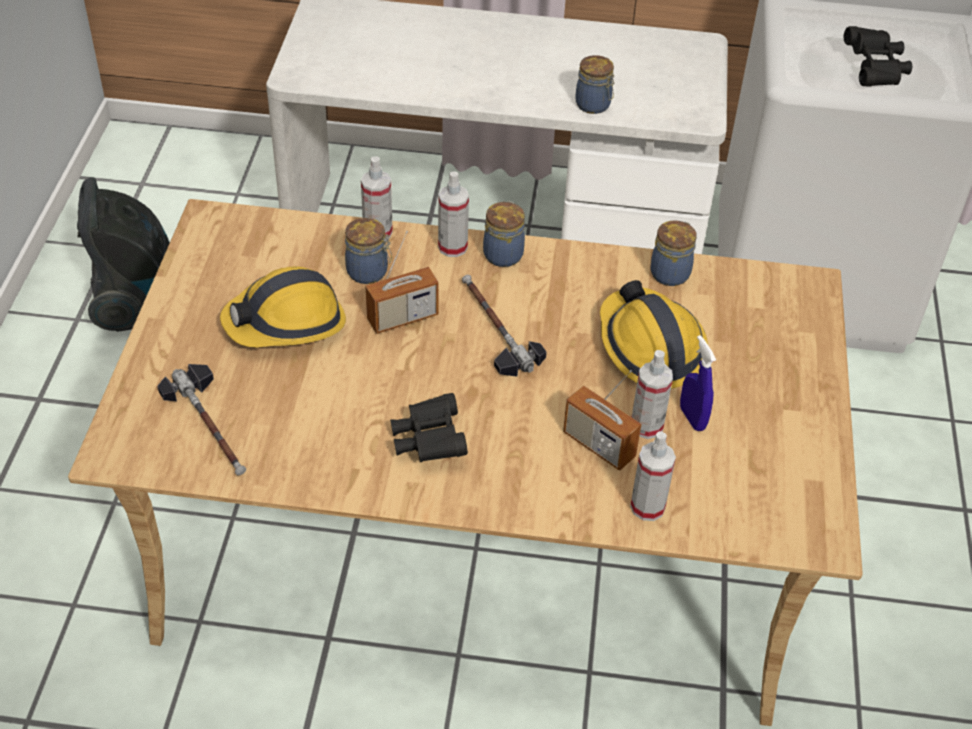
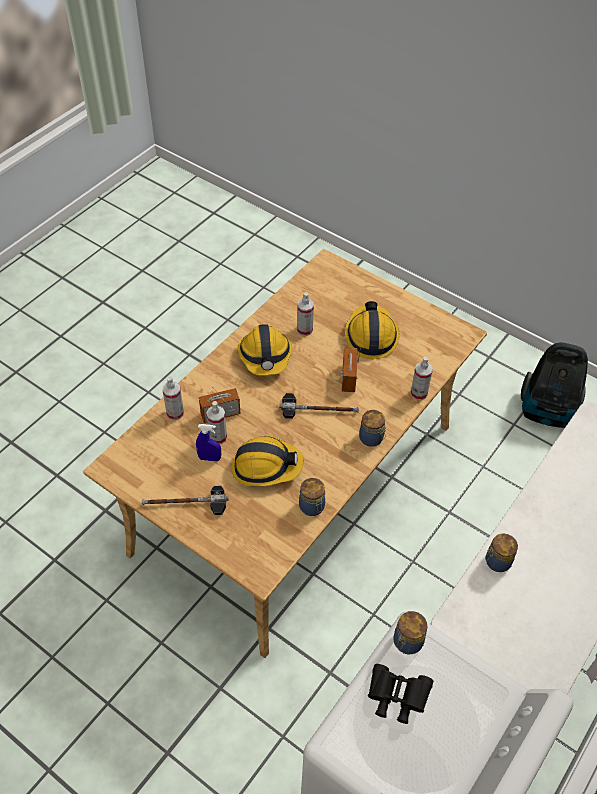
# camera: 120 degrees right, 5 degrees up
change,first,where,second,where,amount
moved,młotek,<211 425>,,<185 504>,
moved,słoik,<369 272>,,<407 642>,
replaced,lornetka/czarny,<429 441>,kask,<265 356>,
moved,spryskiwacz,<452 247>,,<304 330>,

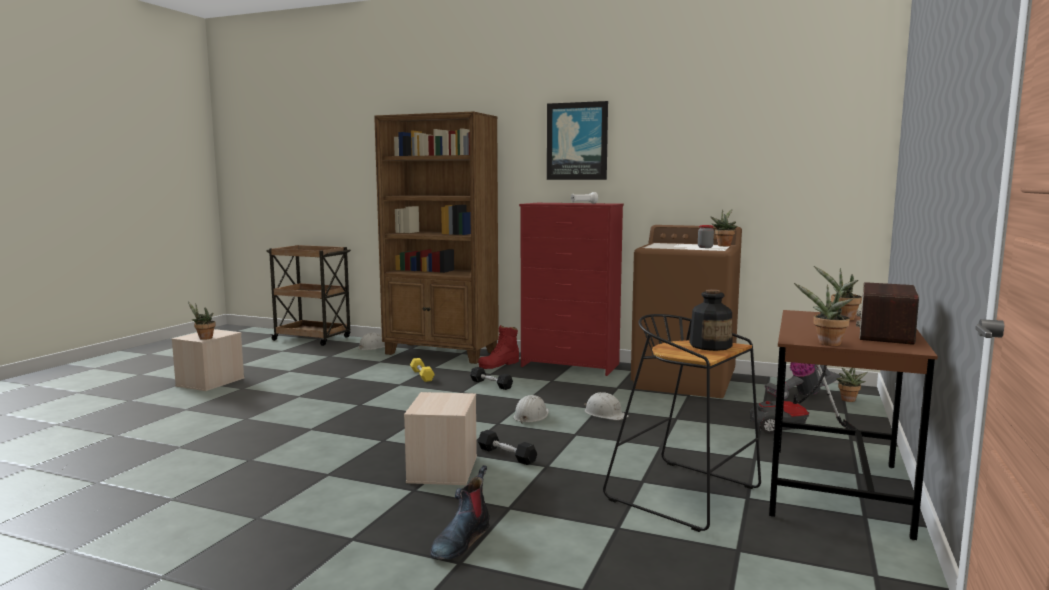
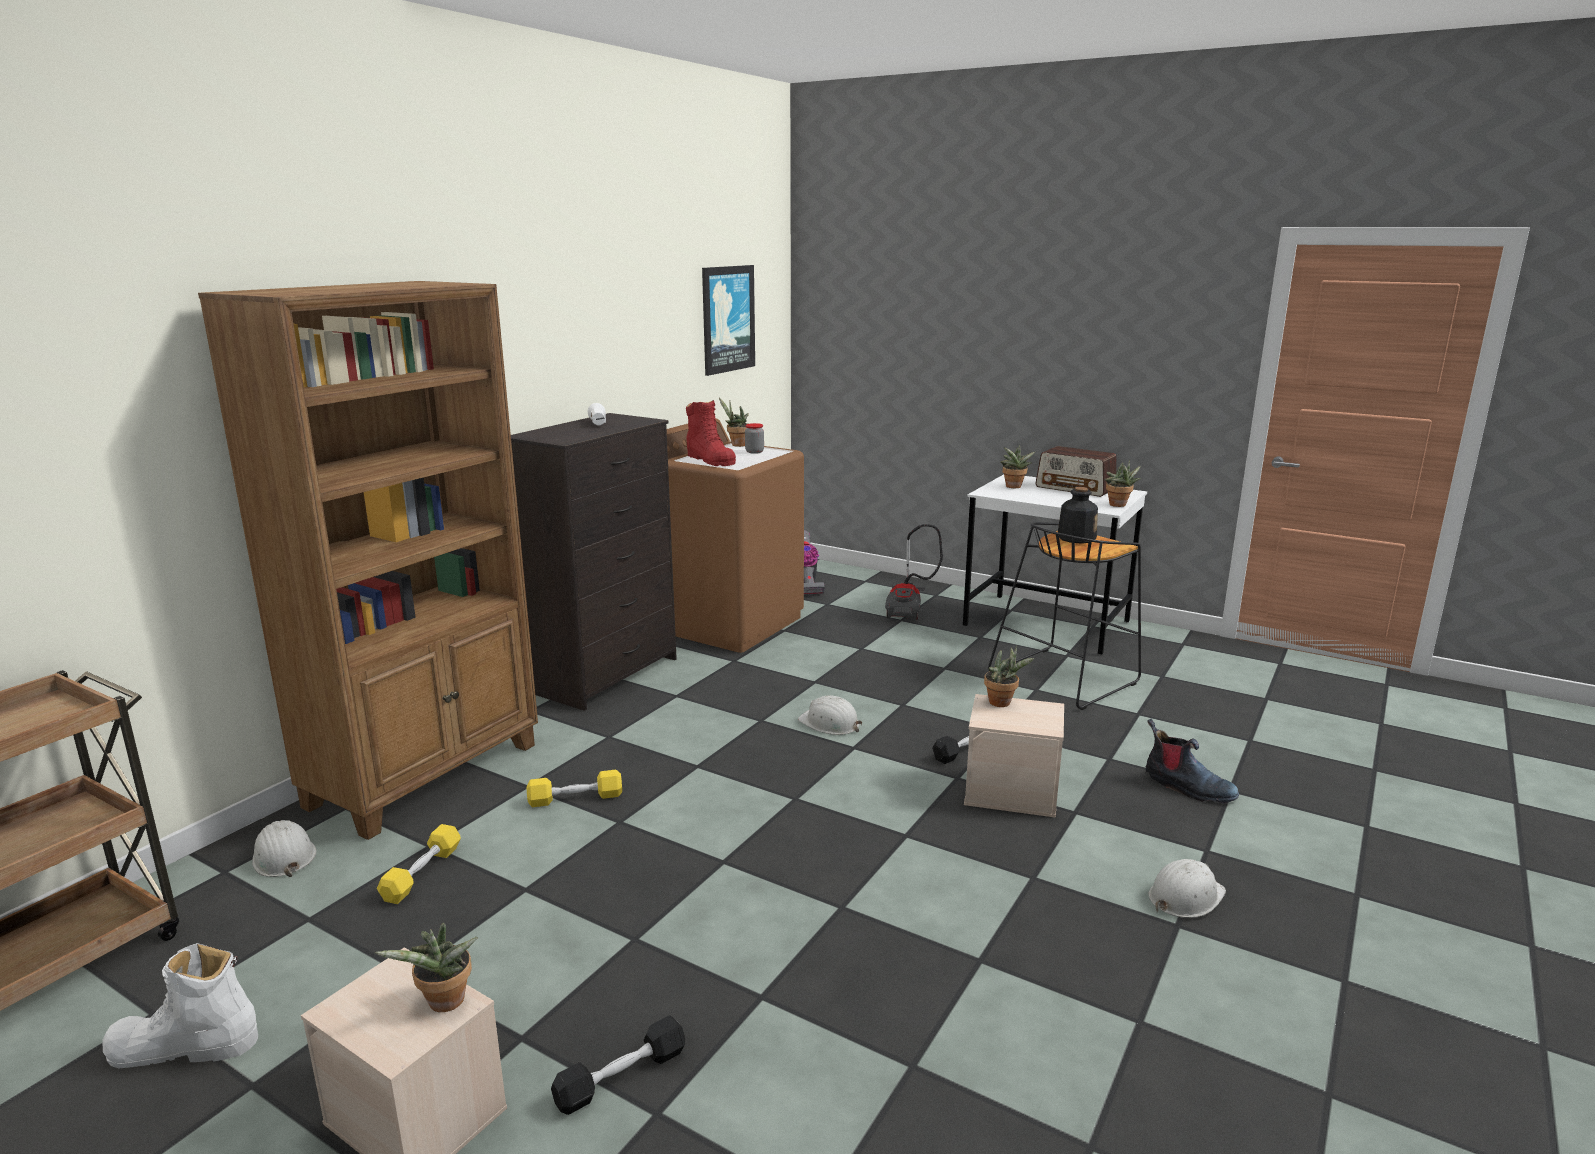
# camera: 80 degrees left, 10 degrees up
change,first,where,second,where,amount
moved,hantel/czarny,<491 384>,,<621 1077>,
moved,but z cholewką/czerwony,<499 364>,,<710 460>,
recoloured,komoda/czerwony,<570 365>,komoda/czarny,<607 675>,
moved,obraz,<577 141>,,<727 319>,
moved,kask/biały,<605 414>,,<1185 897>,
recoloured,biurko/brązowy,<837 490>,biurko/biały,<1047 623>,
moved,roślina doniczkowa,<848 400>,,<1003 703>,
added,,,but z cholewką/biały,<183 1047>,
added,,,hantel/żółty,<422 873>,

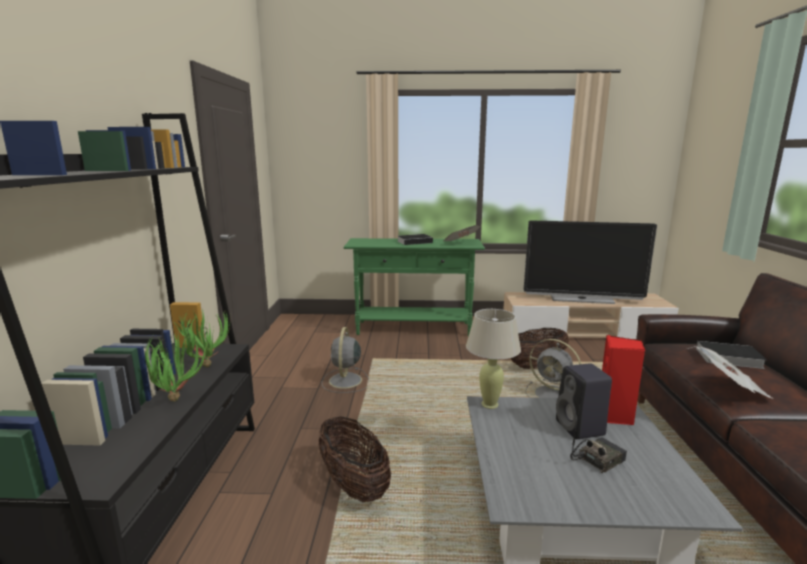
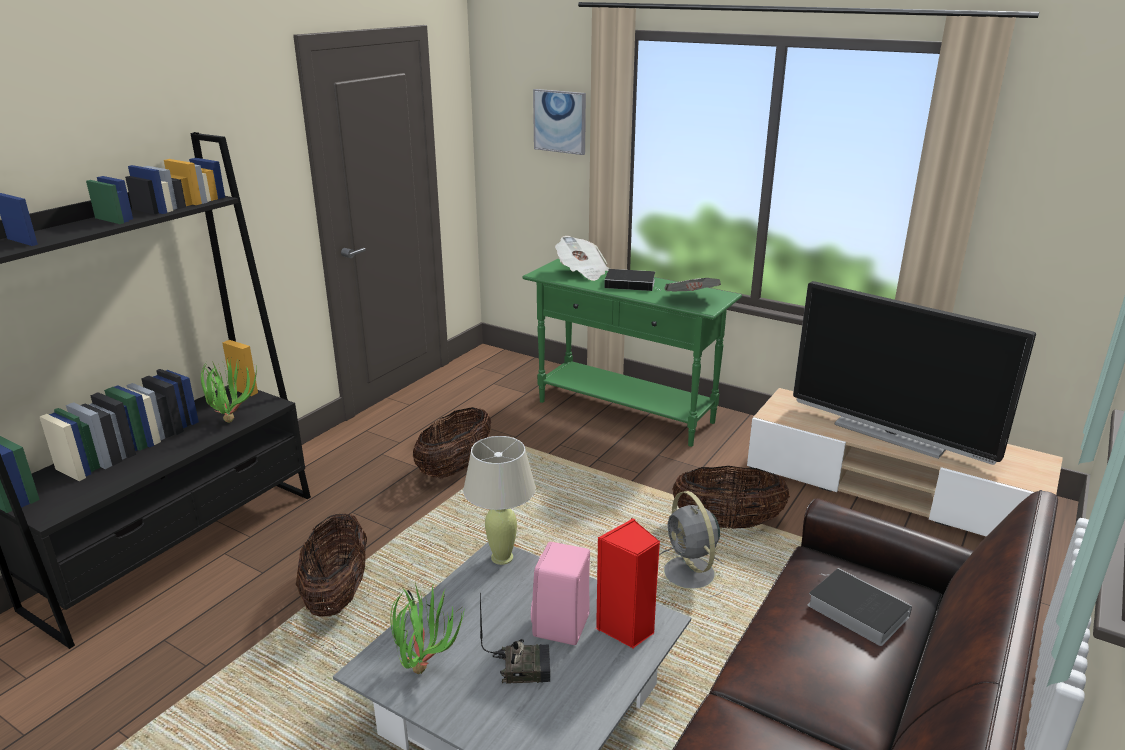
# camera: 30 degrees right, 10 degrees up
change,first,where,second,where,amount
moved,roślina doniczkowa,<178 396>,,<426 664>,
replaced,wentylator/szary,<345 381>,koszyk,<455 467>,
recoloured,głośnik/czarny,<581 428>,głośnik/różowy,<561 627>,
moved,gazeta,<729 387>,,<582 272>,
added,,,obraz,<560 121>,

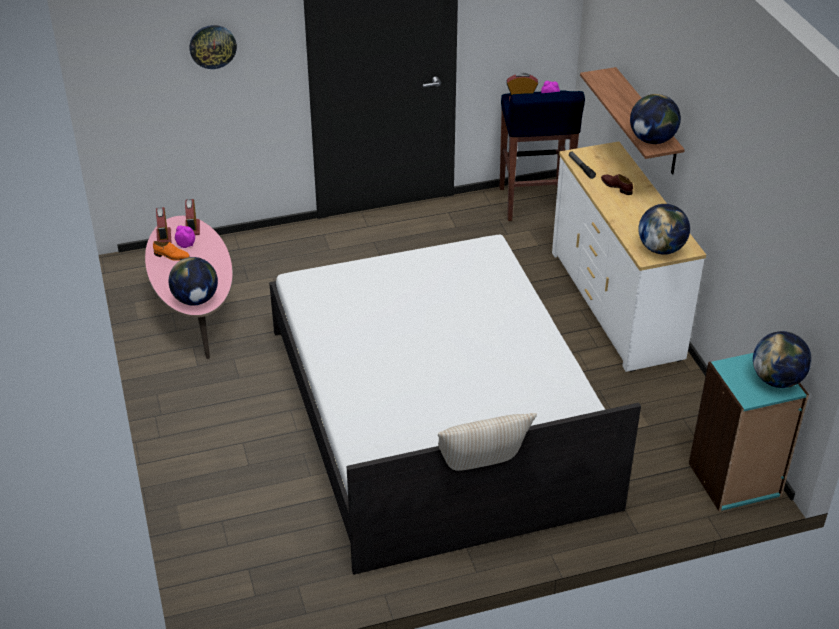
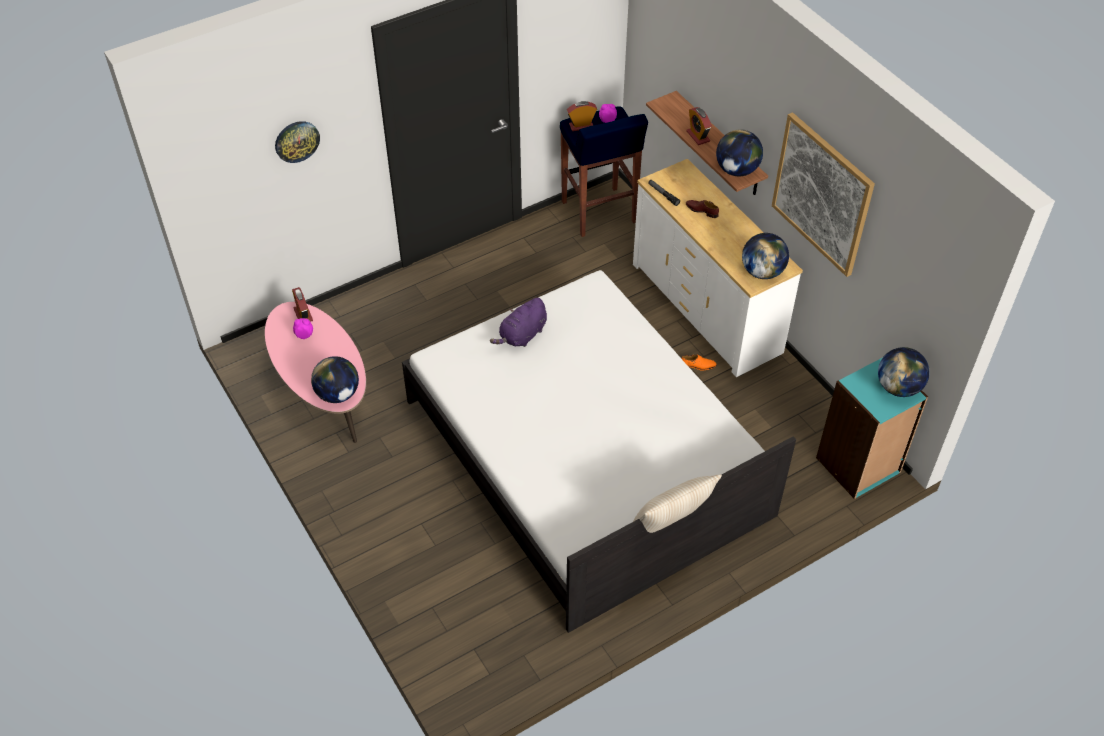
# camera: 15 degrees left, 10 degrees up
change,first,where,second,where,amount
moved,but/pomarańczowy,<171 256>,,<698 366>,
moved,budzik,<164 237>,,<698 136>,
added,,,pluszak/fioletowy,<522 335>,
added,,,obraz,<822 194>,

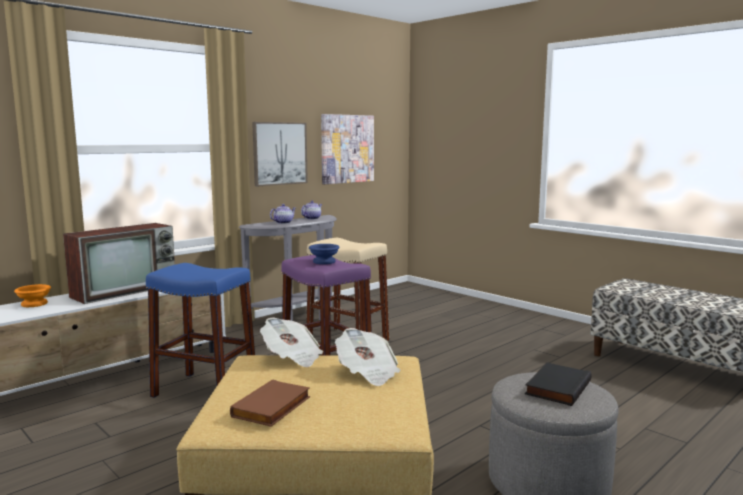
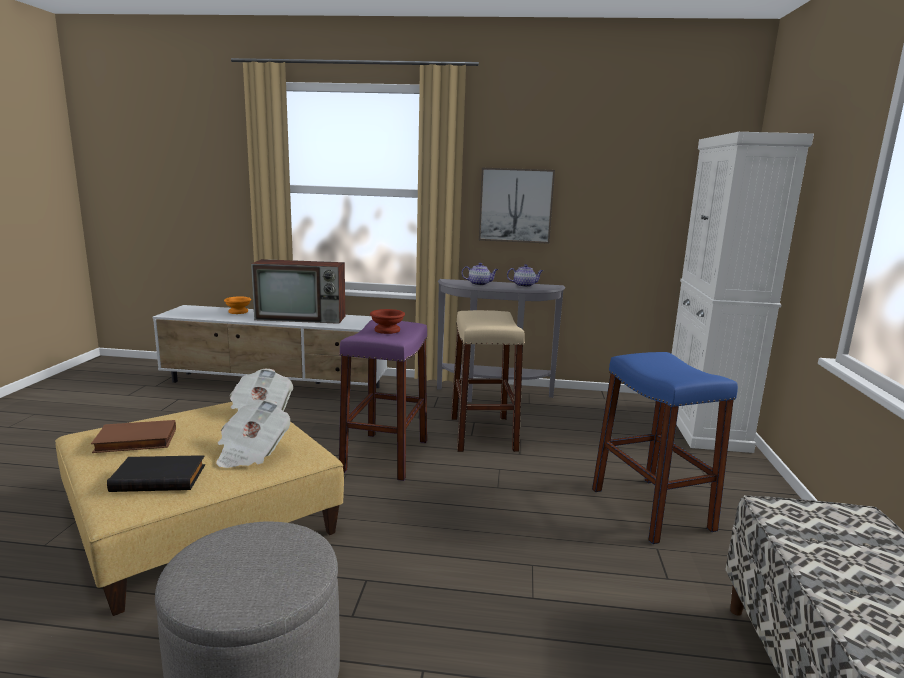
# camera: 50 degrees right, 5 degrees up
change,first,where,second,where,amount
moved,stołek/niebieski,<205 390>,,<651 509>,
recoloured,miska/niebieski,<323 262>,miska/brązowy,<387 330>,
removed,obraz,<347 149>,,,
moved,książka/czarny,<556 387>,,<160 477>,
added,,,szafka/biały,<704 425>,

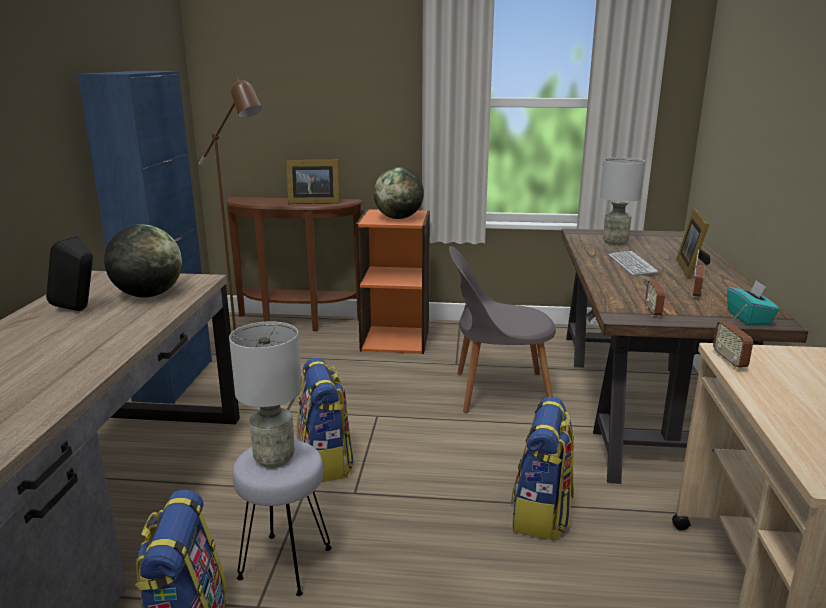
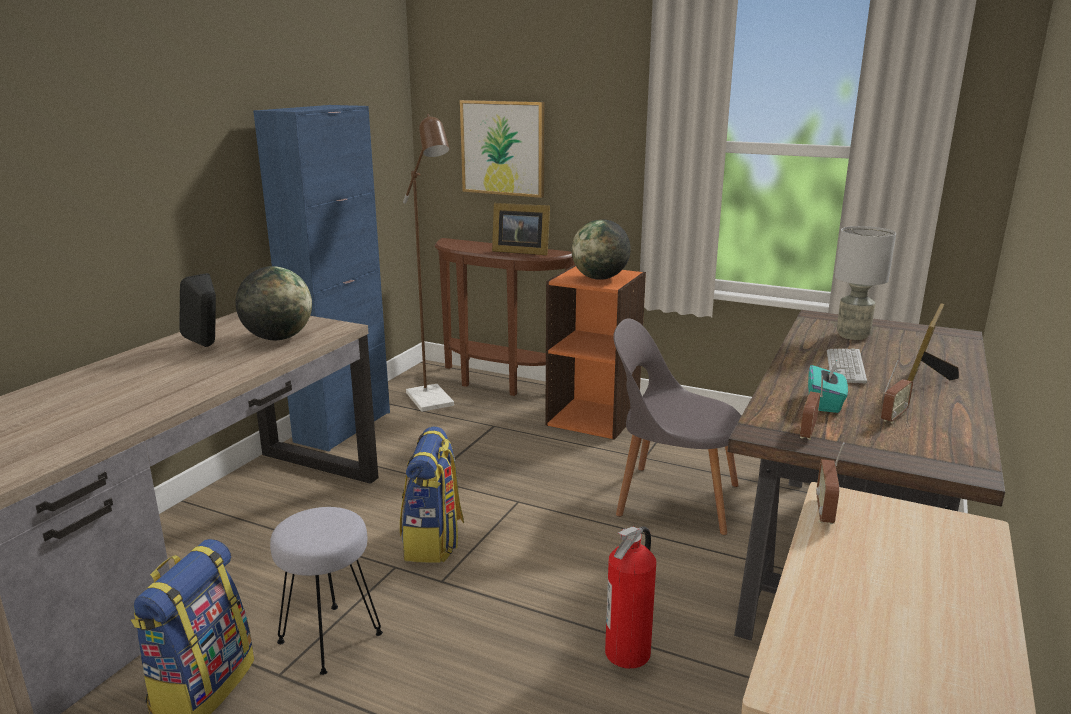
# camera: 20 degrees right, 0 degrees up
change,first,where,second,where,amount
removed,lampa stołowa/szary,<274 459>,,,
replaced,plecak,<541 514>,gaśnica,<629 653>,
moved,pudełko chusteczek/turkusowy,<749 318>,,<824 403>,
added,,,obraz,<503 148>,

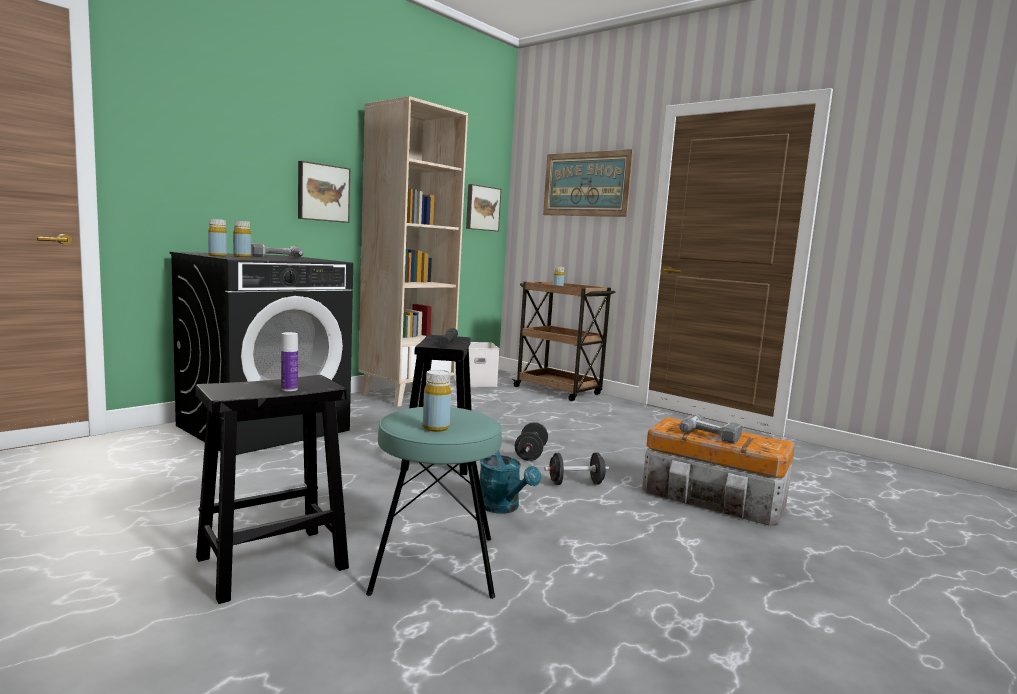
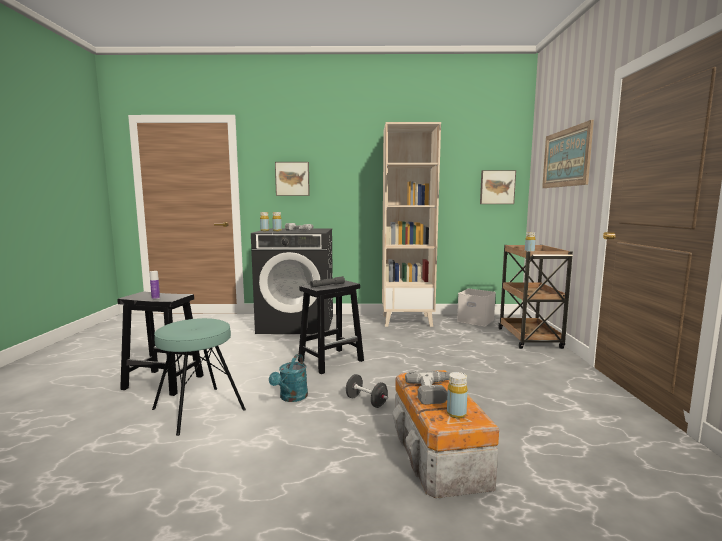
# camera: 50 degrees right, 0 degrees up
change,first,where,second,where,amount
moved,obraz,<322 193>,,<292 179>,
moved,butelka/żółty,<435 428>,,<456 414>,
removed,hantel/czarny,<530 454>,,,

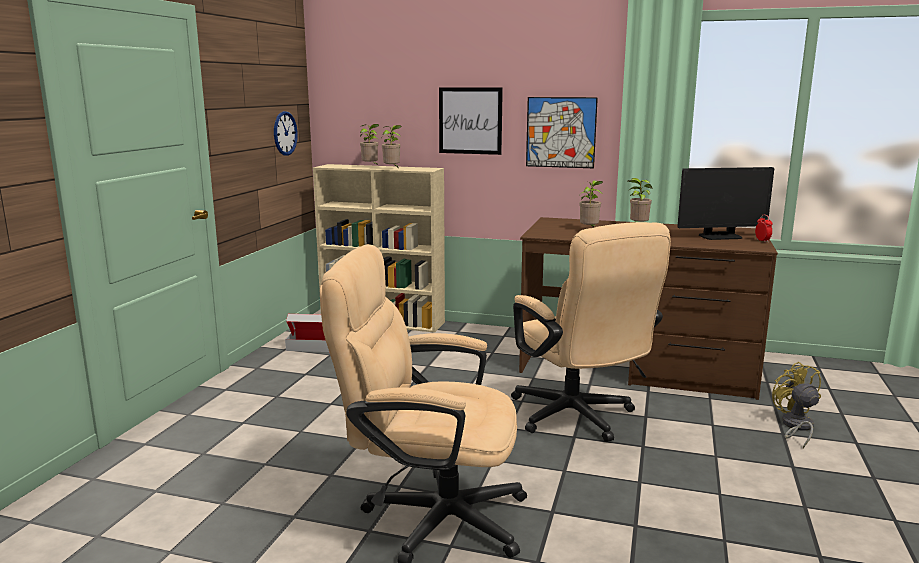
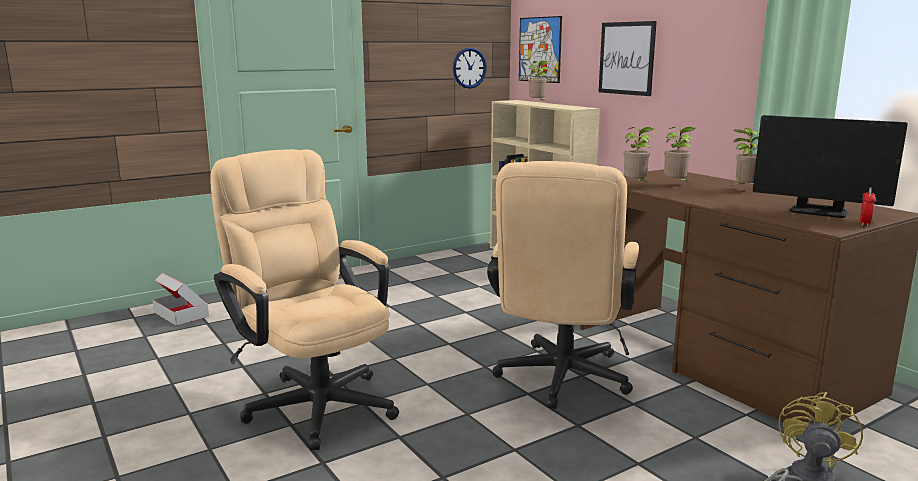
# camera: 40 degrees right, 0 degrees up
change,first,where,second,where,amount
moved,karton,<312 346>,,<181 314>,
moved,roślina doniczkowa,<392 169>,,<636 185>,
moved,obraz,<561 132>,,<540 49>,

